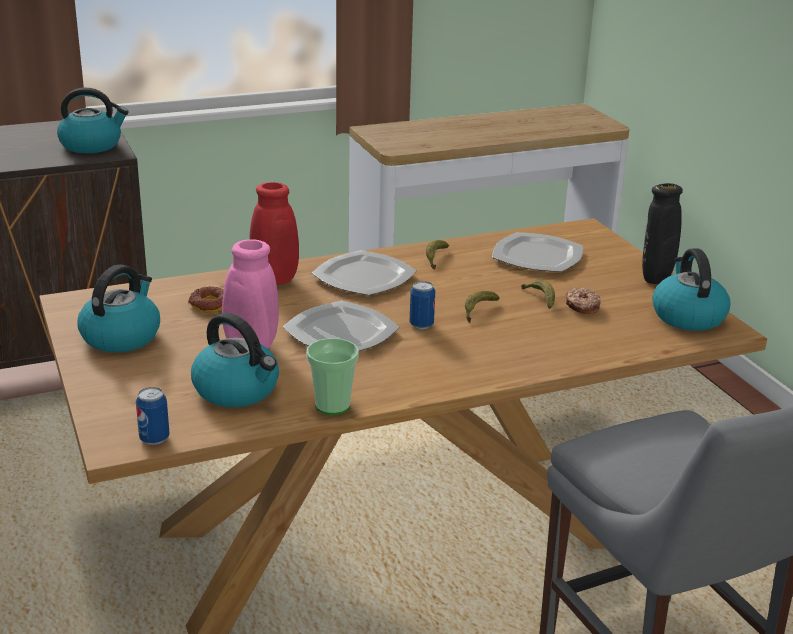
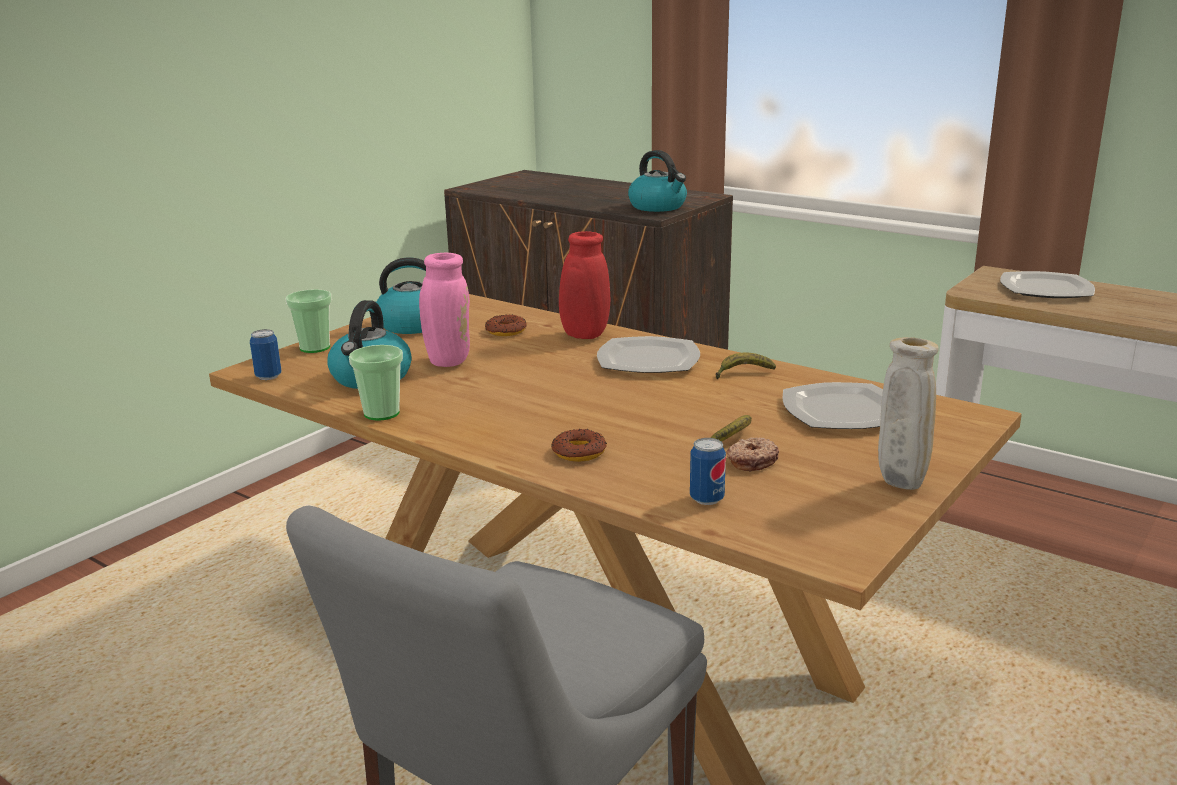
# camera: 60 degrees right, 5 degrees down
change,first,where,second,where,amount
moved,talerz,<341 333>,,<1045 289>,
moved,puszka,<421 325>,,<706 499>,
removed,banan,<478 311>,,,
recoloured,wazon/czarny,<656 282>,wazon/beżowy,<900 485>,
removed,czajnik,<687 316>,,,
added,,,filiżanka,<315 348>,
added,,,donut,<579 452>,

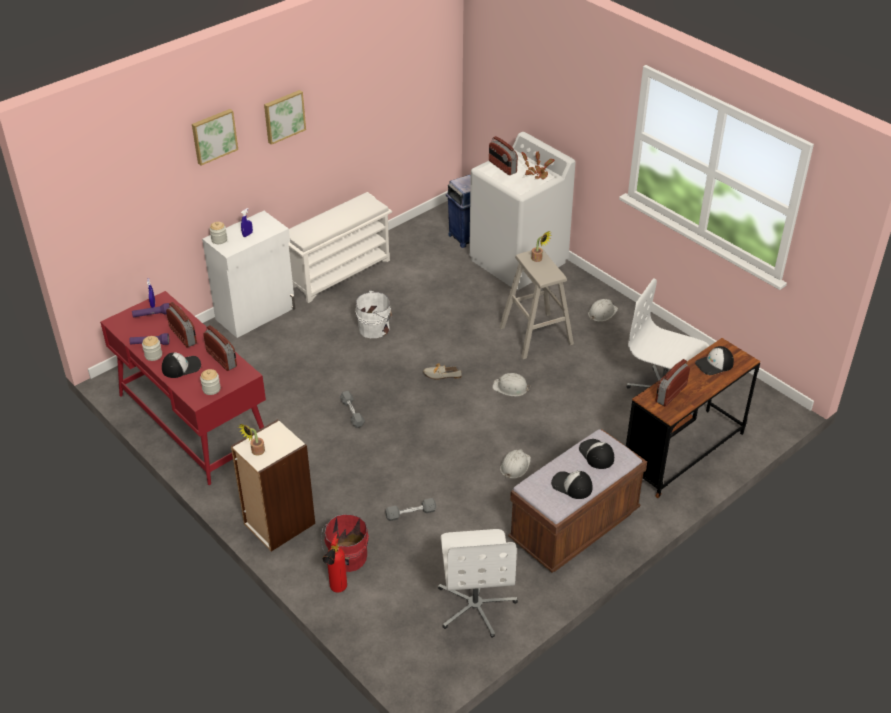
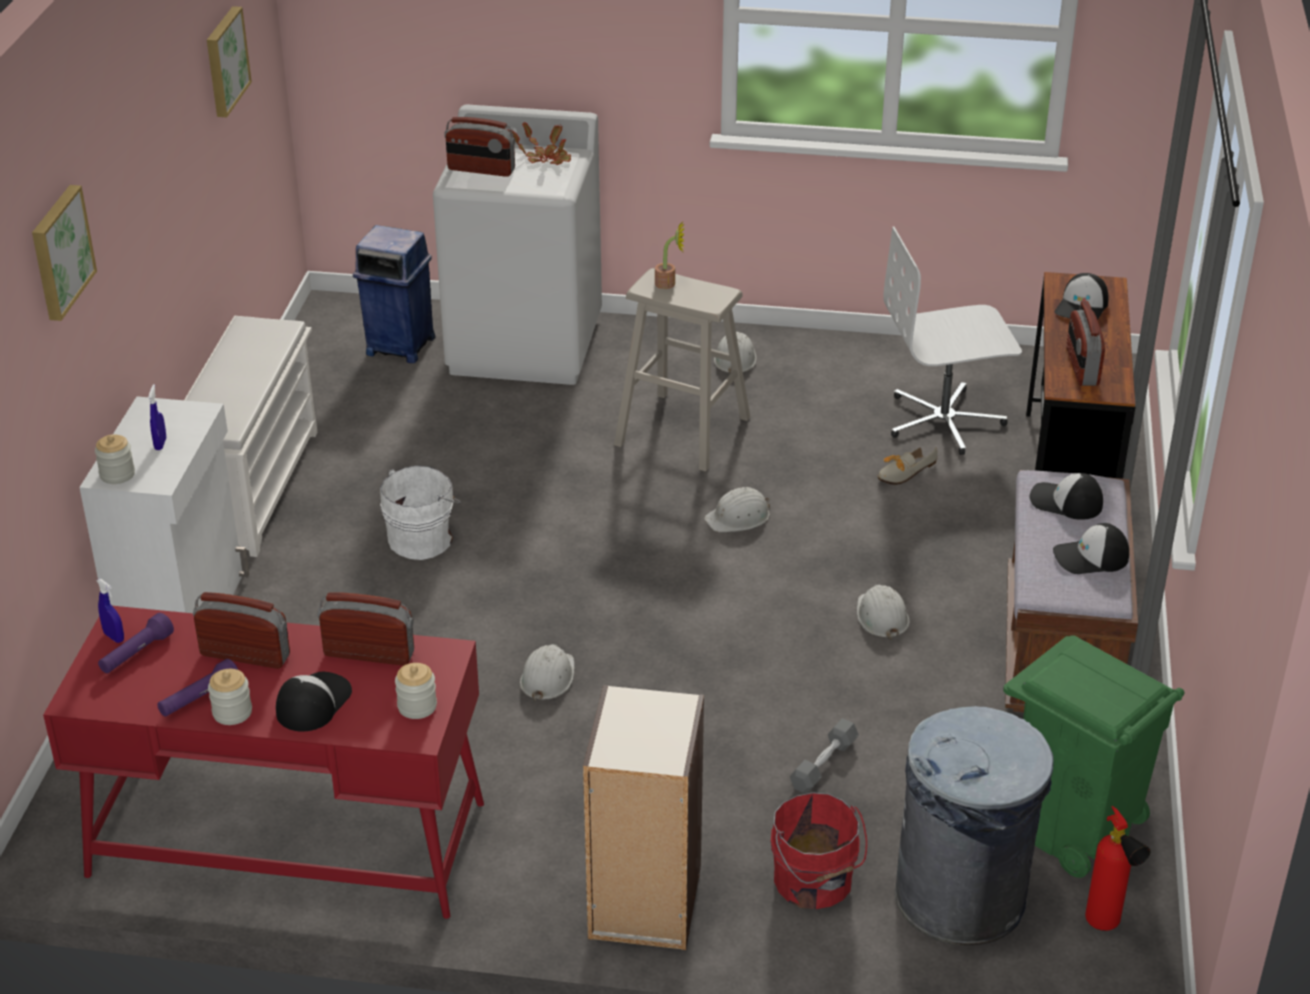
# camera: 40 degrees left, 5 degrees down
change,first,where,second,where,amount
removed,roślina doniczkowa,<256 452>,,,
moved,obraz,<283 116>,,<224 61>,
moved,gaśnica,<337 590>,,<1106 927>,
replaced,hantel/szary,<352 413>,kask/biały,<547 677>,
moved,but,<439 375>,,<901 474>,
replaced,krzesło biurowe/biały,<475 605>,kosz na śmieci/zielony,<1072 828>,
added,,,kosz na śmieci/szary,<961 898>,

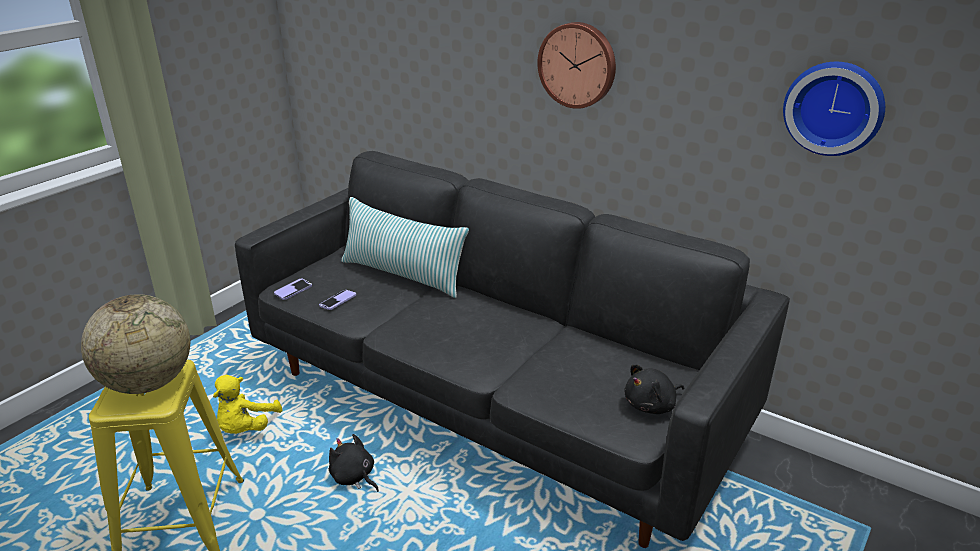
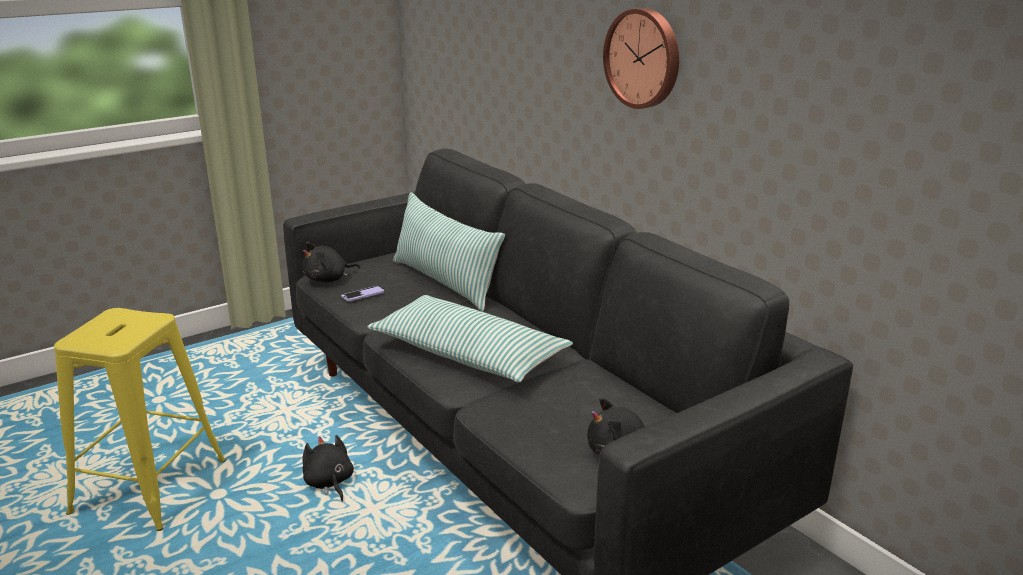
# camera: 20 degrees right, 5 degrees down
change,first,where,second,where,amount
removed,globus,<148 383>,,,
removed,pluszak/żółty,<246 428>,,,
replaced,telefon,<293 290>,pluszak/czarny,<328 279>,
removed,zegar ścienny,<834 107>,,,
added,,,poduszka,<468 354>,

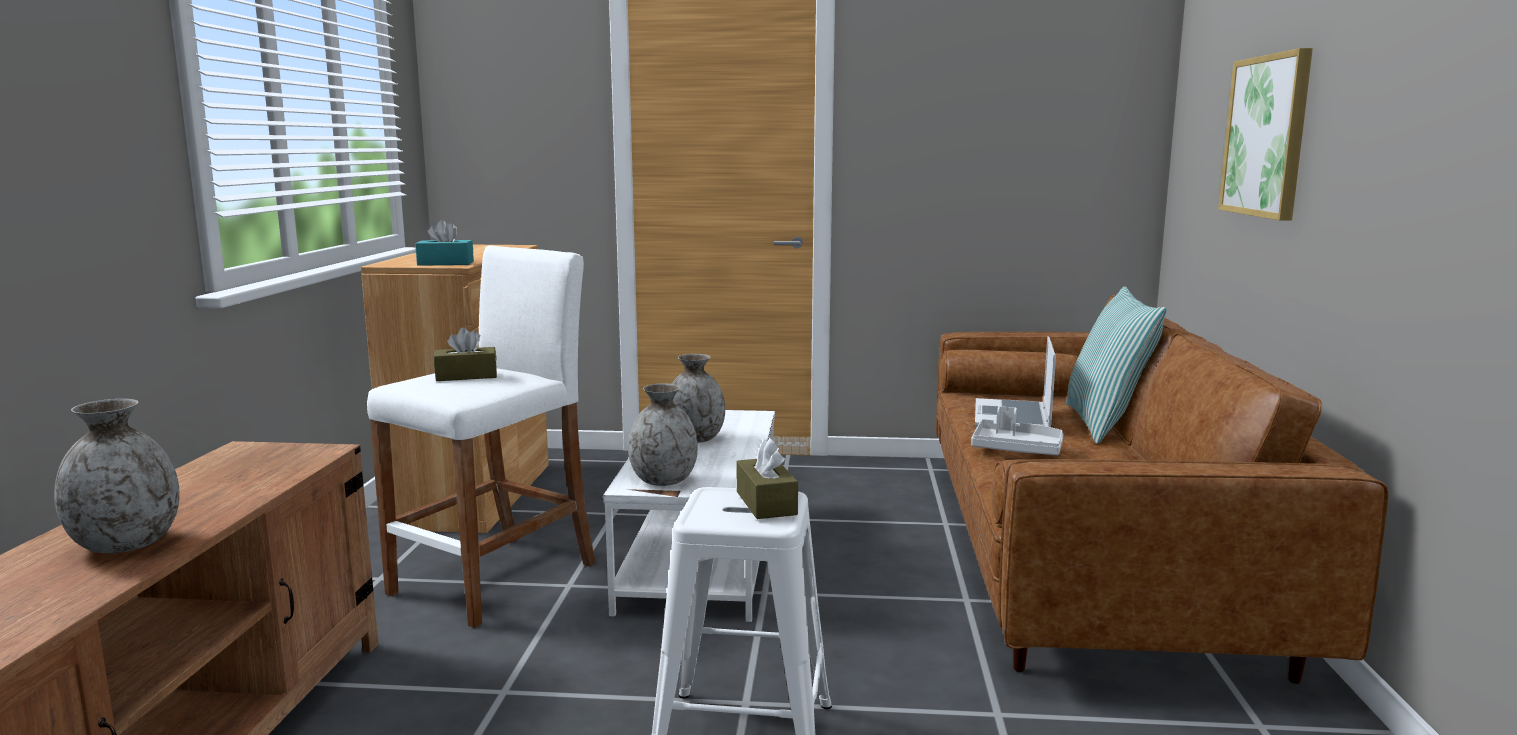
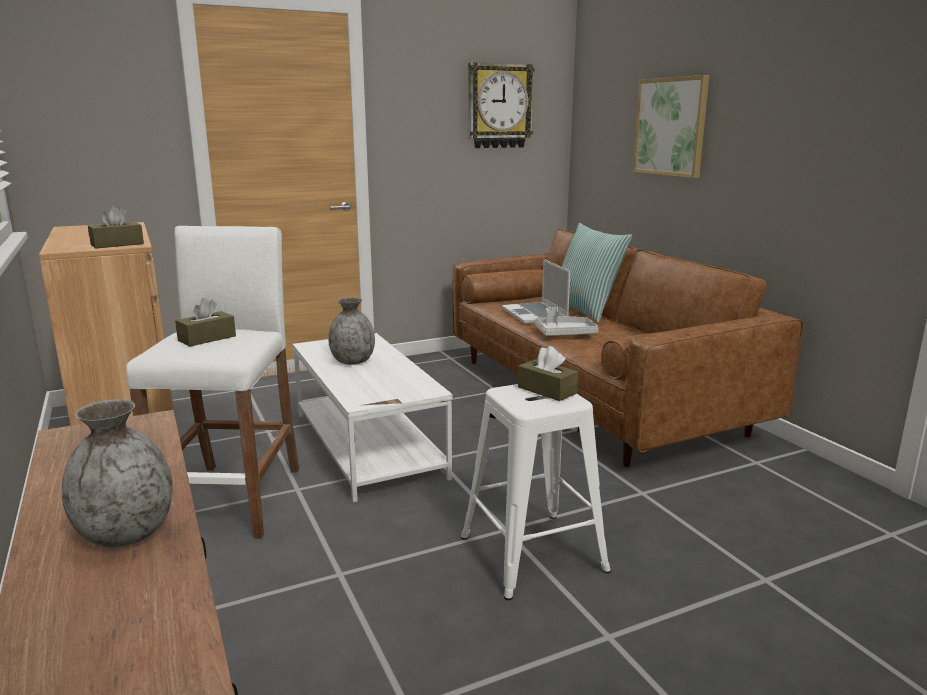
# camera: 30 degrees left, 5 degrees up
change,first,where,second,where,amount
recoloured,pudełko chusteczek/turkusowy,<445 263>,pudełko chusteczek/brązowy,<117 244>,
removed,wazon/szary,<663 481>,,,
added,,,zegar ścienny,<499 106>,

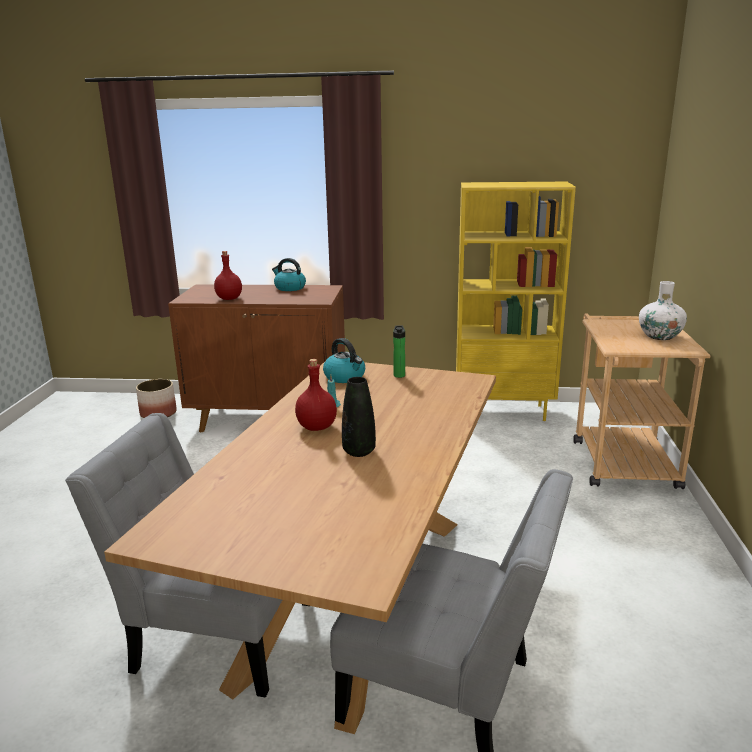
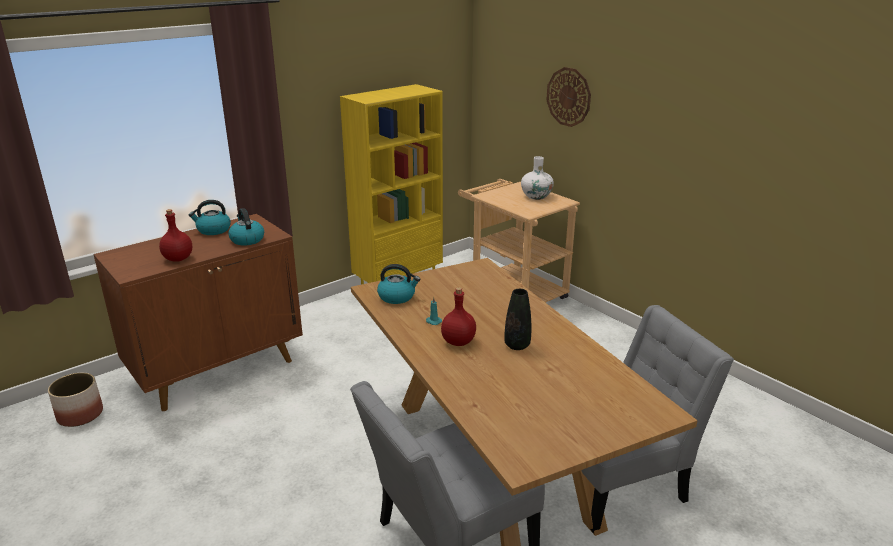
# camera: 45 degrees left, 5 degrees up
change,first,where,second,where,amount
removed,butelka,<399 375>,,,
added,,,czajnik,<247 239>,
added,,,zegar ścienny,<568 97>,

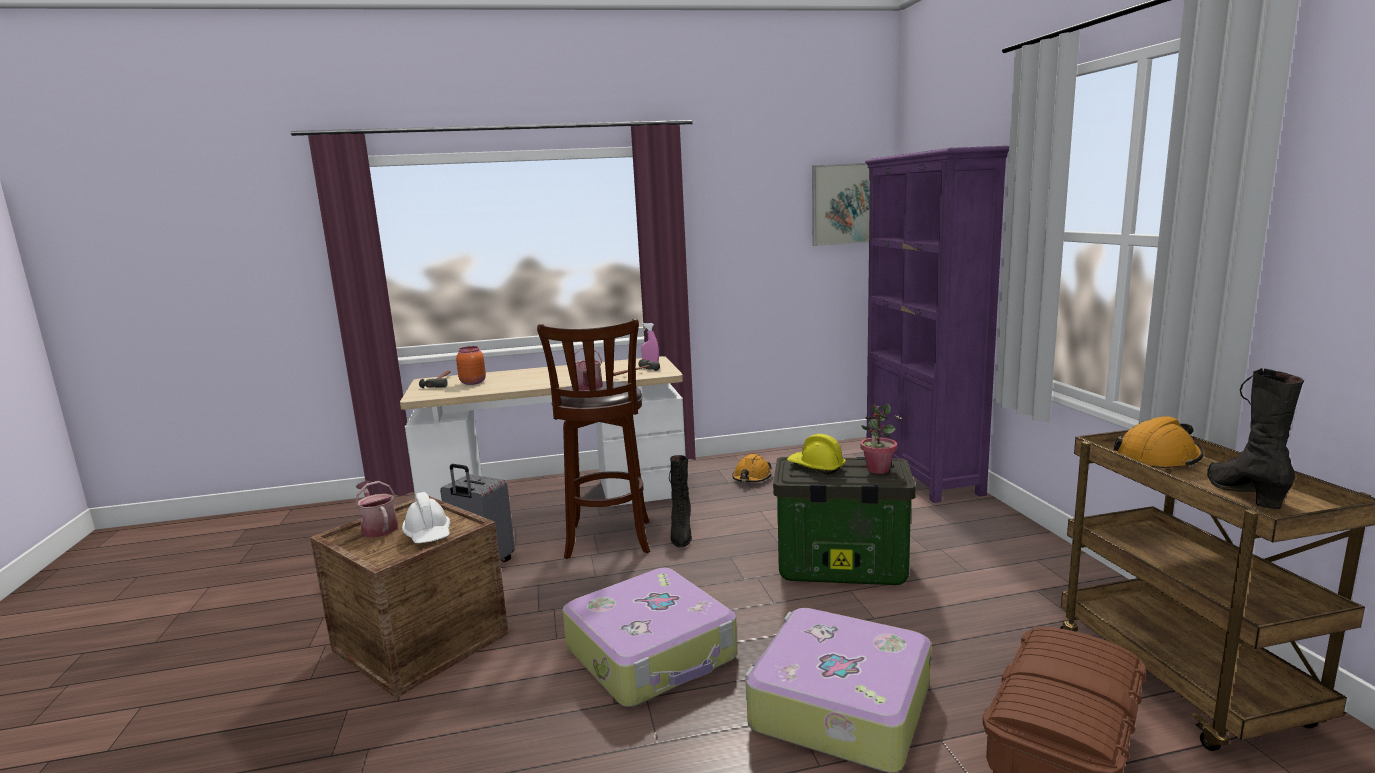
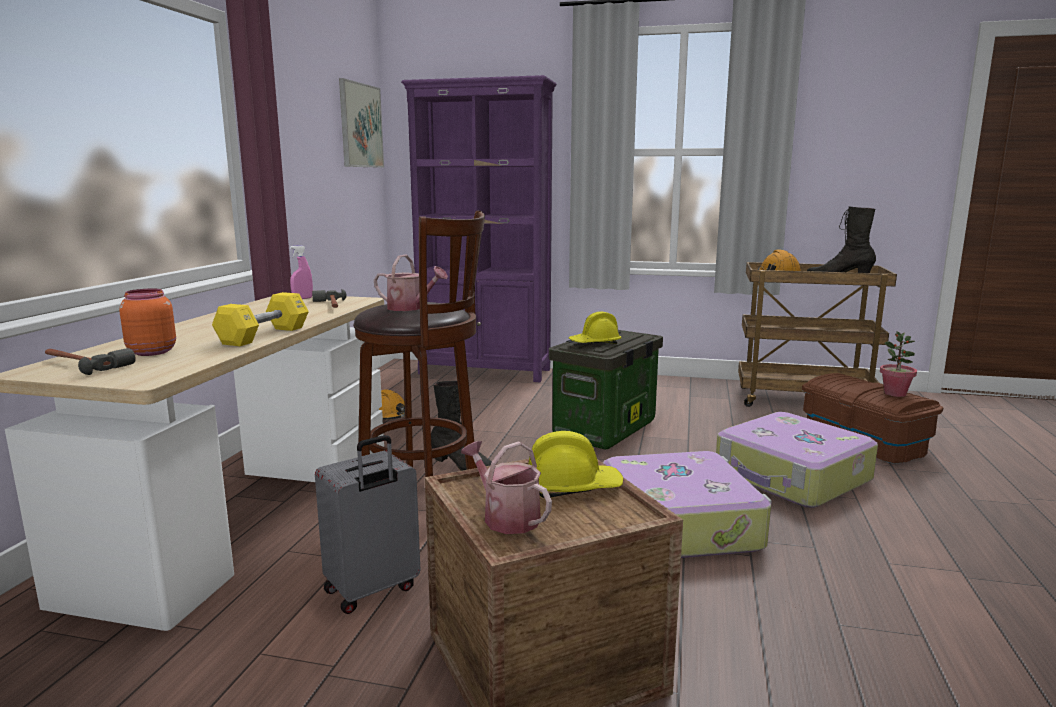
# camera: 65 degrees left, 0 degrees up
change,first,where,second,where,amount
turned,konewka,<378 527>,,<506 517>,60 degrees clockwise
recoloured,kask/biały,<428 534>,kask/żółty,<573 487>,
moved,roślina doniczkowa,<877 469>,,<895 393>,
added,,,hantel/żółty,<264 335>,

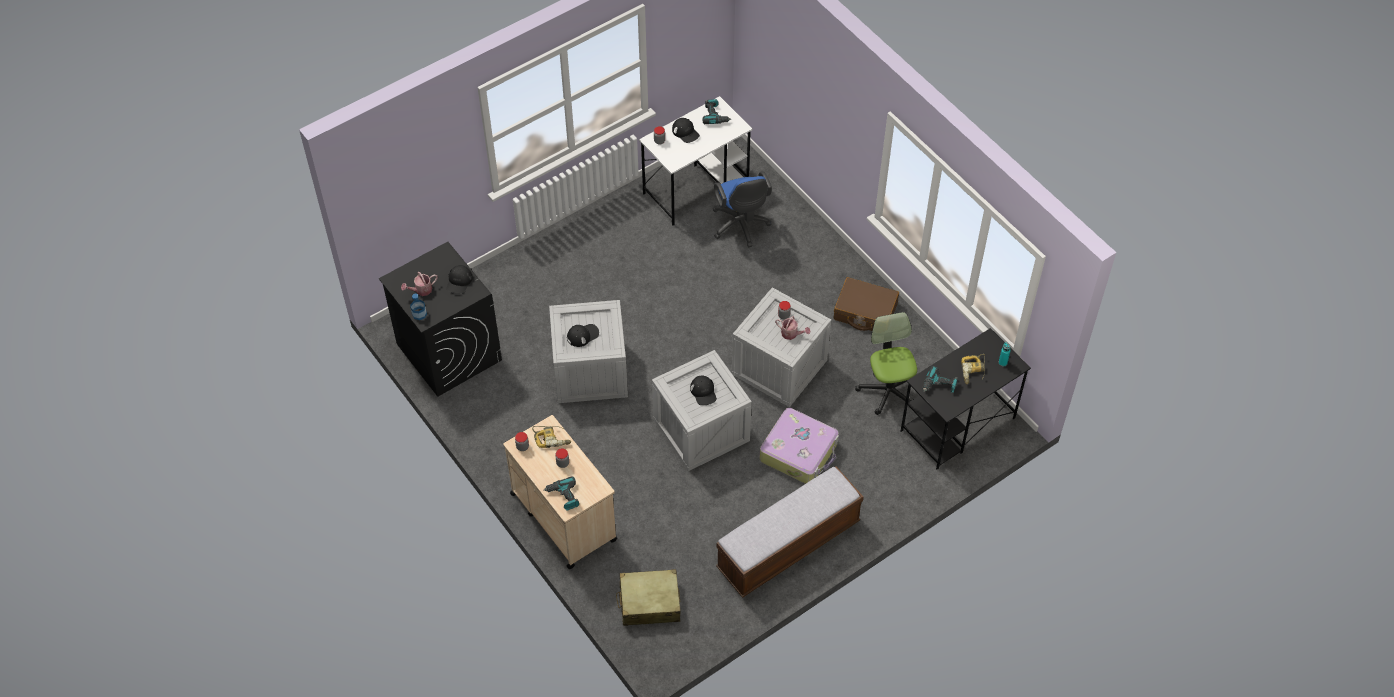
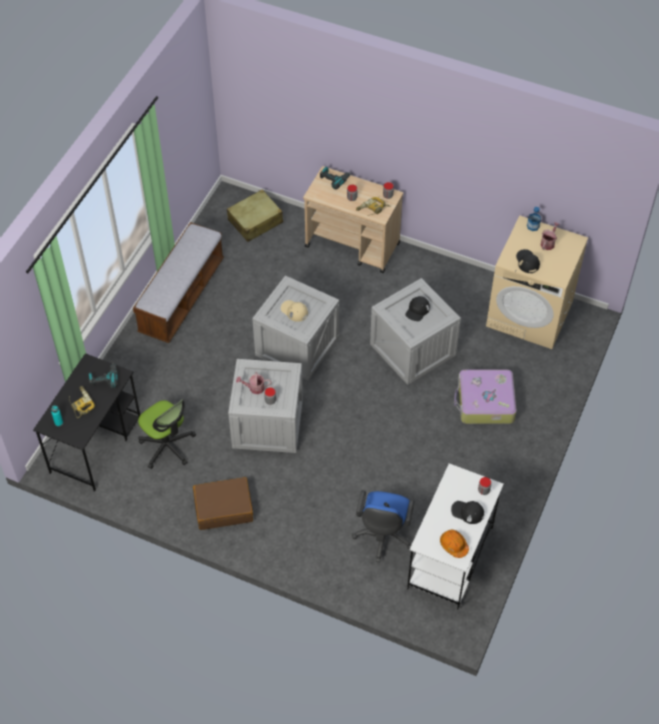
# camera: 150 degrees right, 0 degrees up
change,first,where,second,where,amount
recoloured,pralka/czarny,<448 351>,pralka/beżowy,<530 314>,
recoloured,czapka z daszkiem/czarny,<703 392>,czapka z daszkiem/beżowy,<294 311>,
replaced,wiertarka,<715 116>,kask/pomarańczowy,<453 545>,
turned,krzesło biurowe/niebieski,<741 227>,,<383 537>,120 degrees counterclockwise
moved,walizka,<799 452>,,<485 402>,

